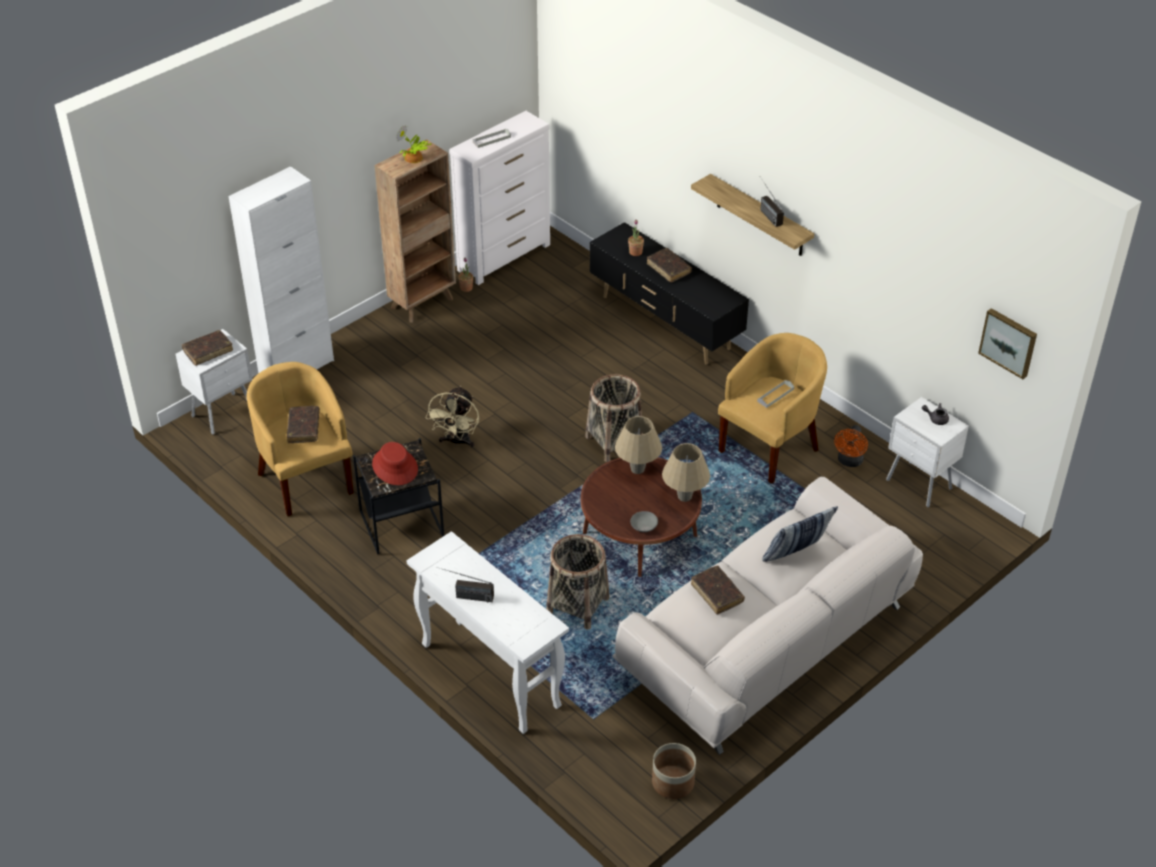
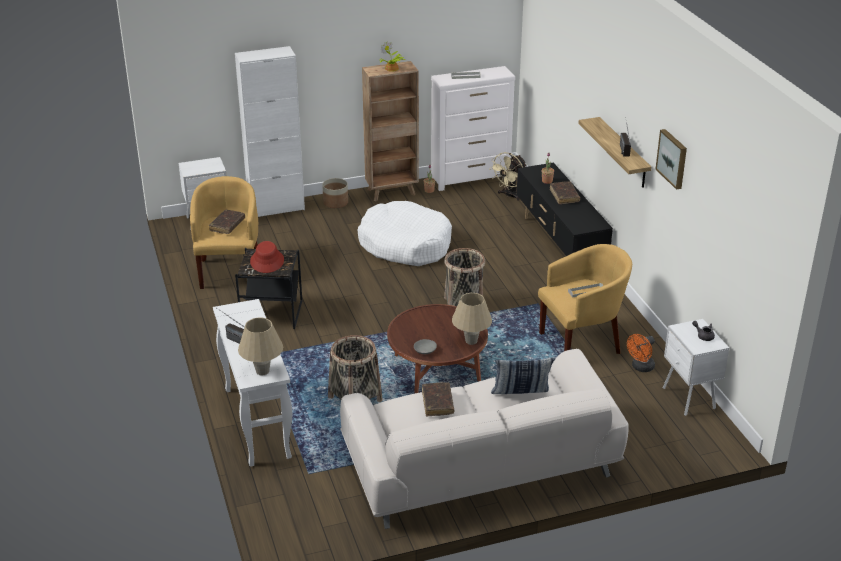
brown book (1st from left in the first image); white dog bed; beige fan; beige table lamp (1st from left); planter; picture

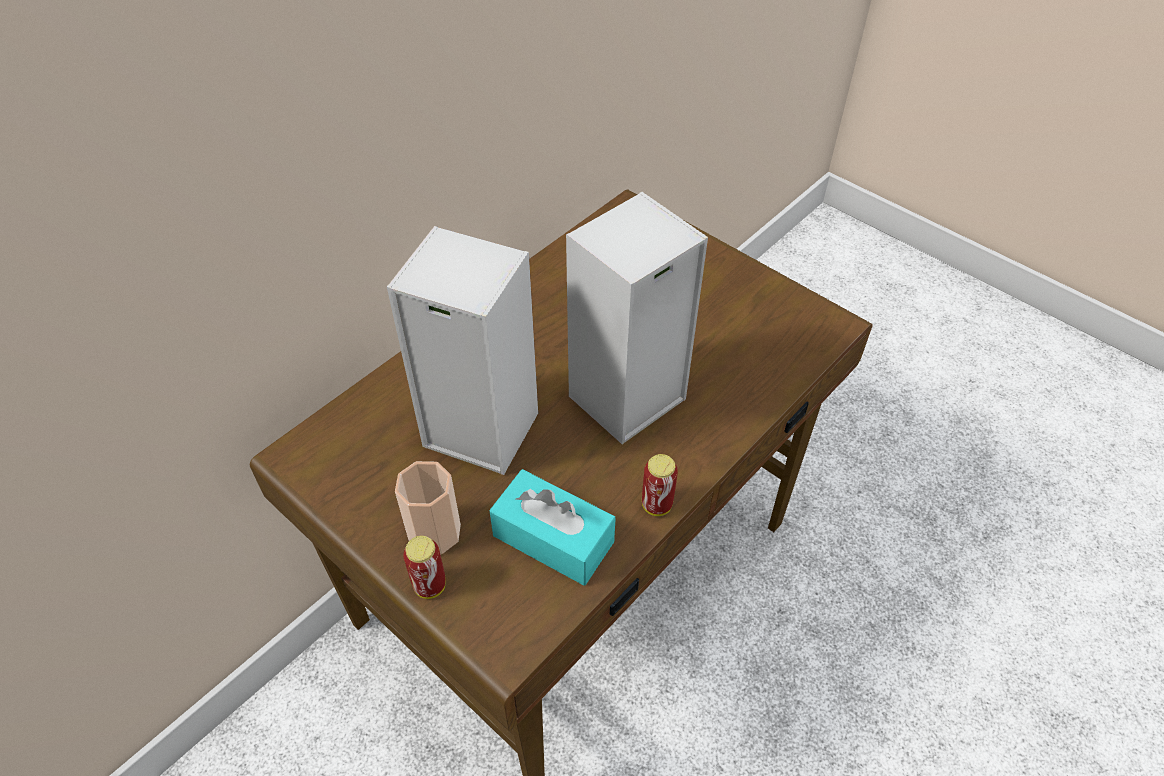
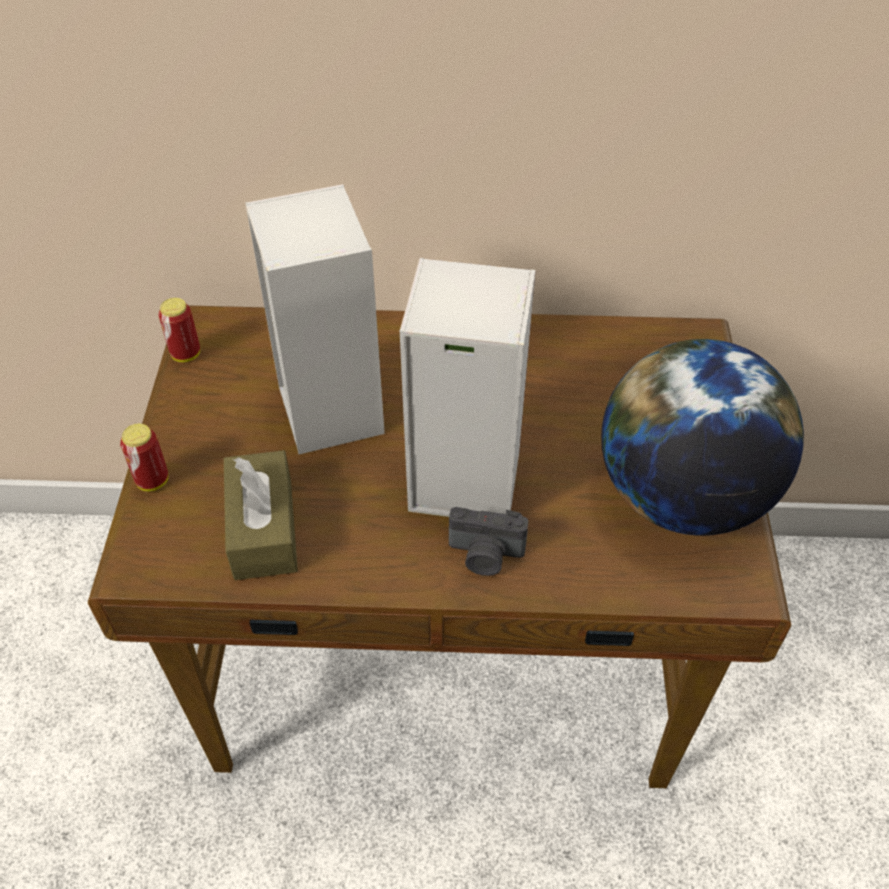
cup; photo camera; globe; can (2nd from left); brown tissue box

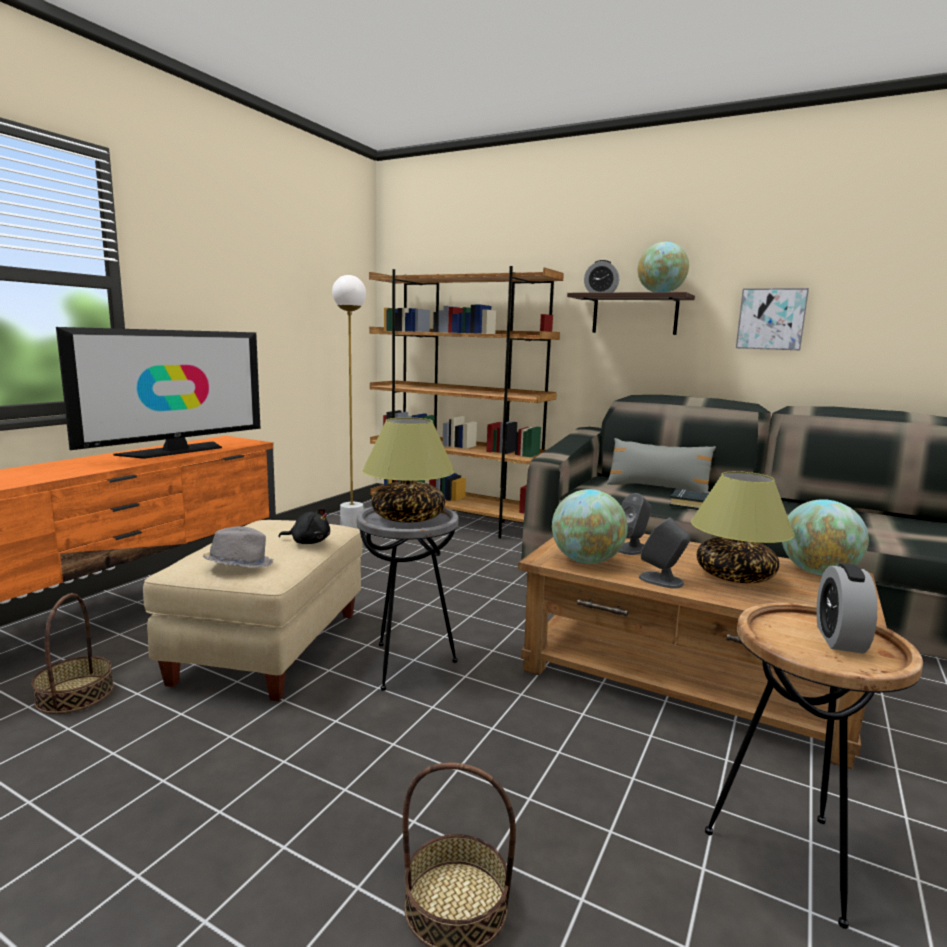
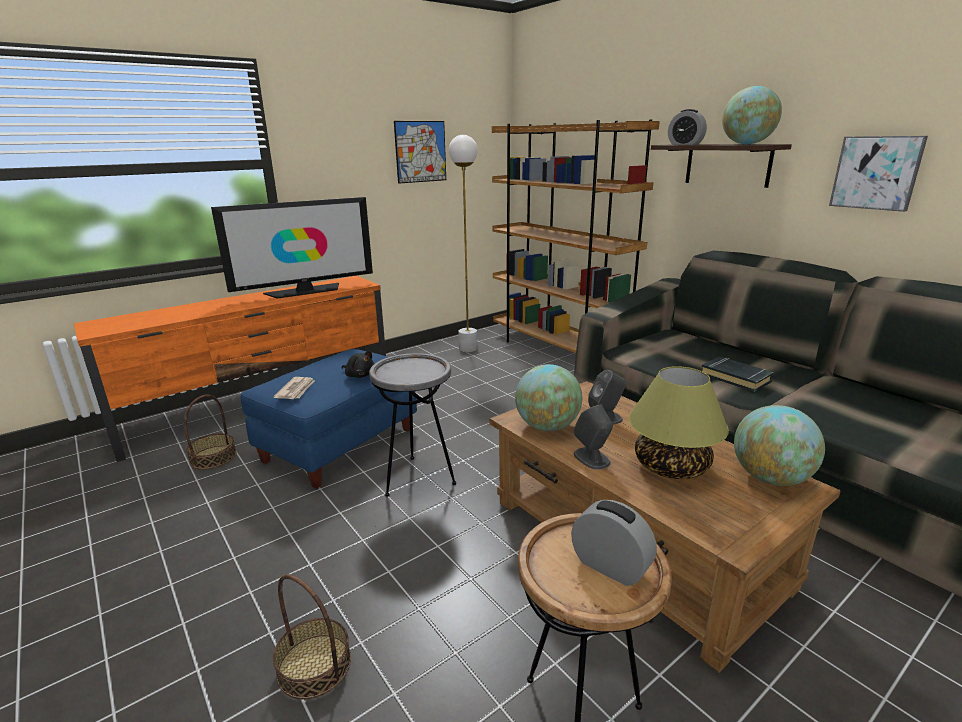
table lamp (1st from left in the first image); grey pillow; picture (1st from left); newspaper; blue ottoman; alarm clock (1st from left)

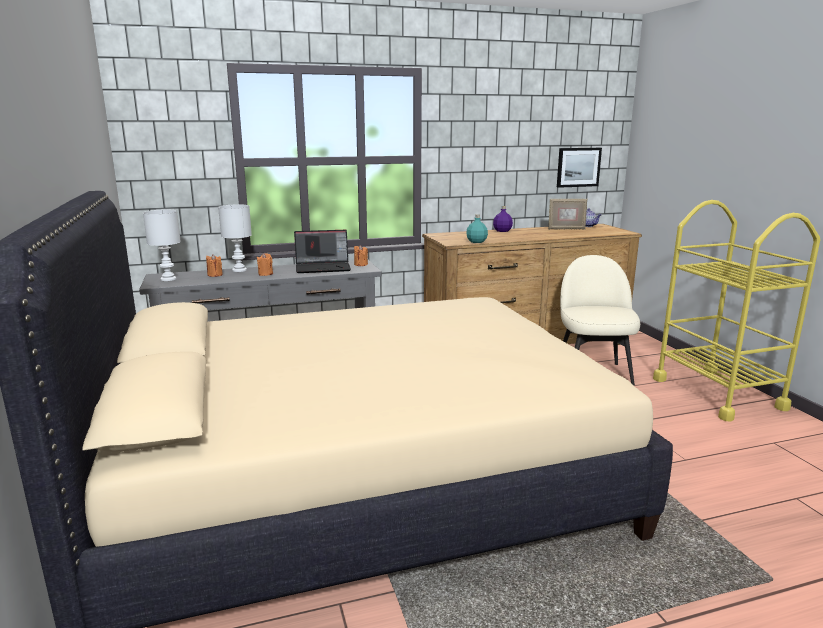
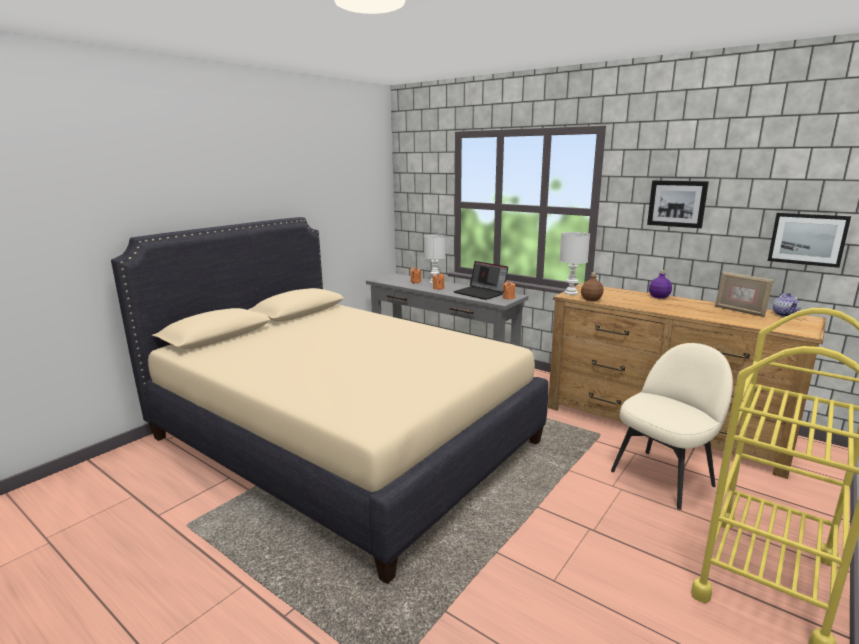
picture (1st from left); white table lamp (2nd from left); brown bottle

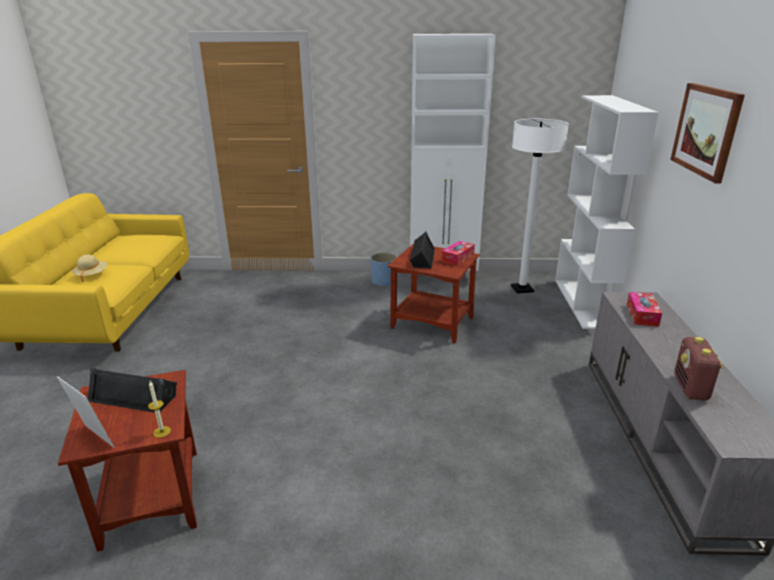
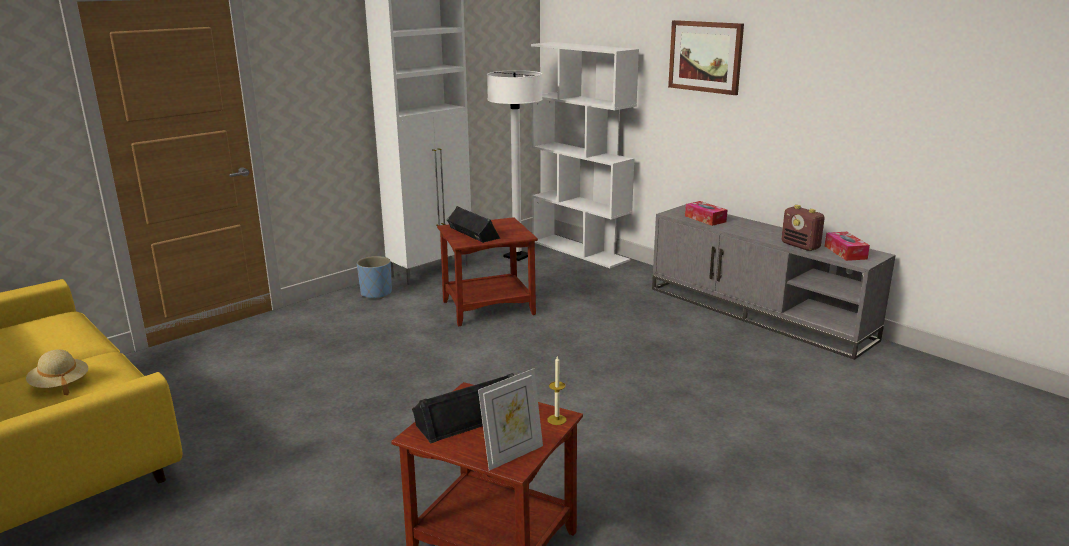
tissue box (2nd from left); picture frame

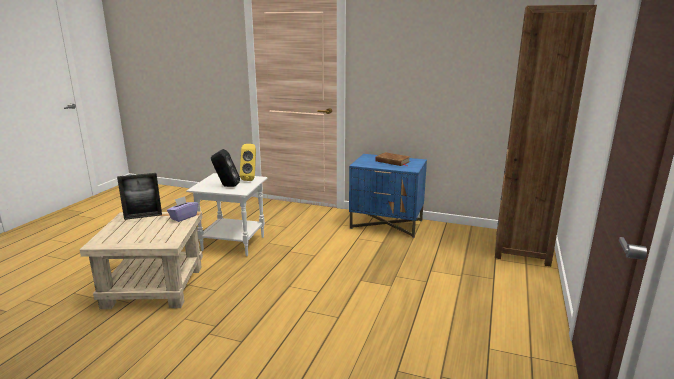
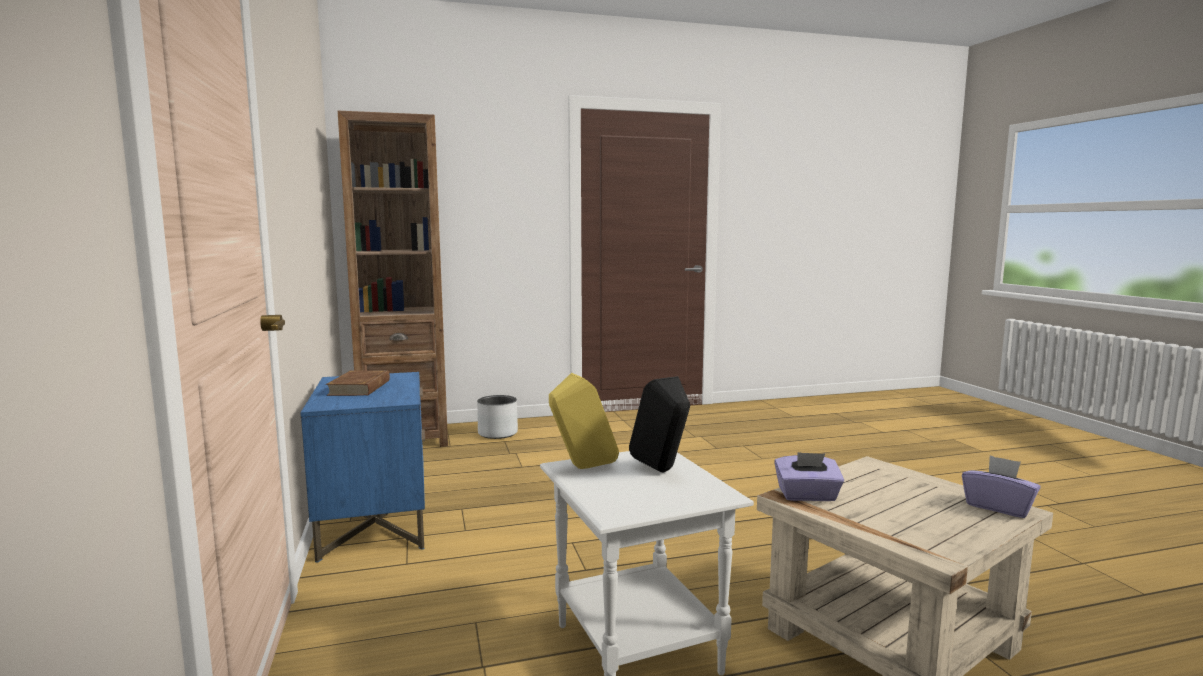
picture frame; grey planter; purple tissue box (2nd from left)

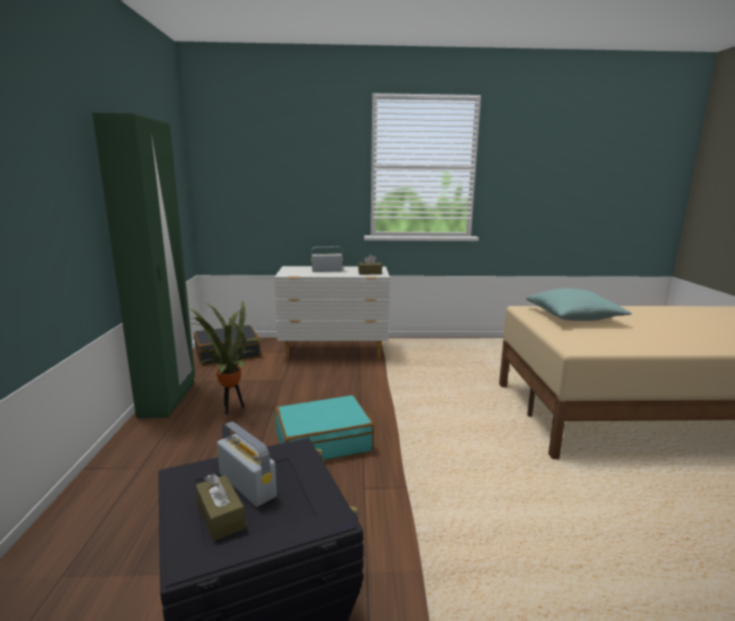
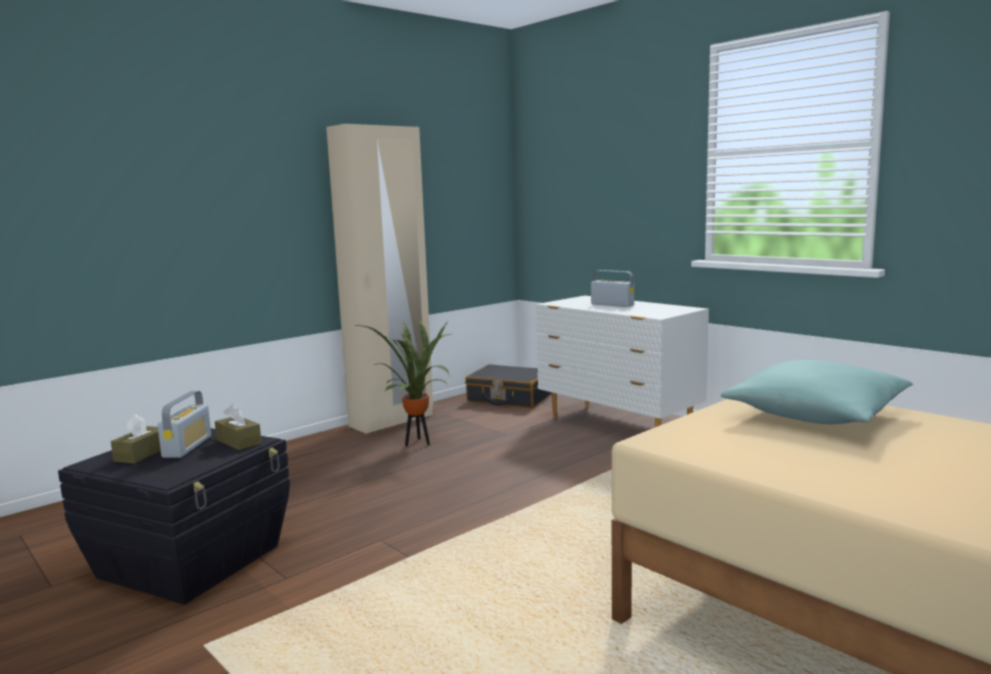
turquoise suitcase; brown tissue box (2nd from left); beige wardrobe

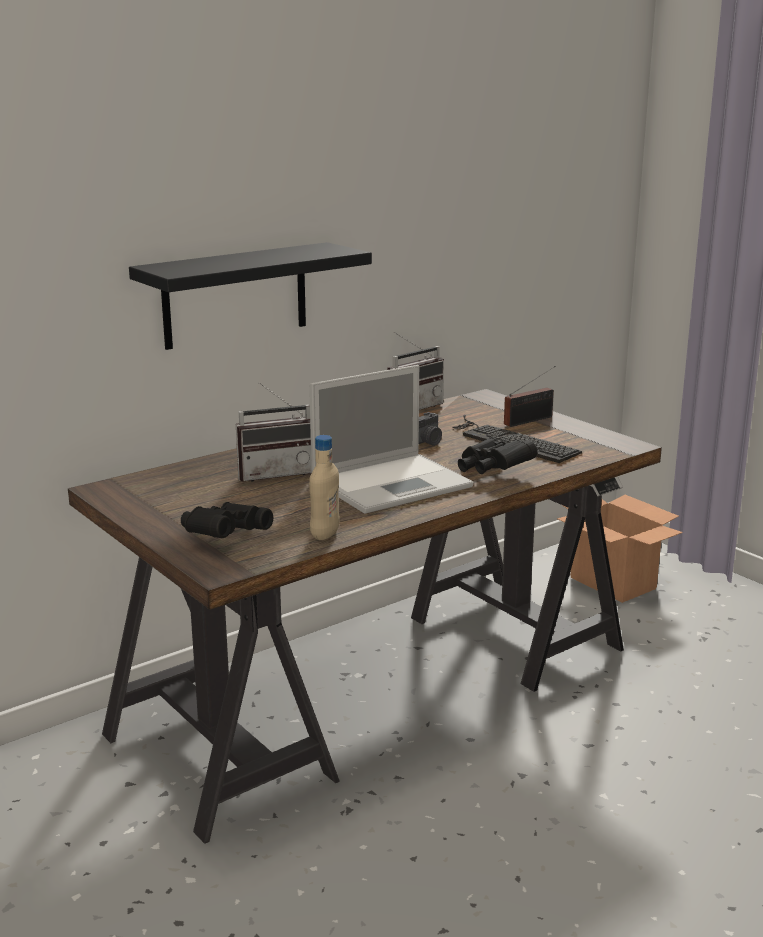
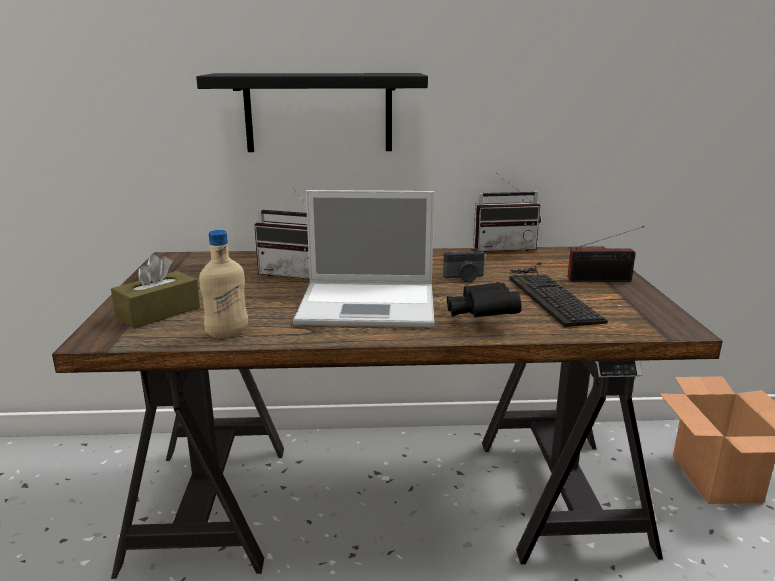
brown tissue box

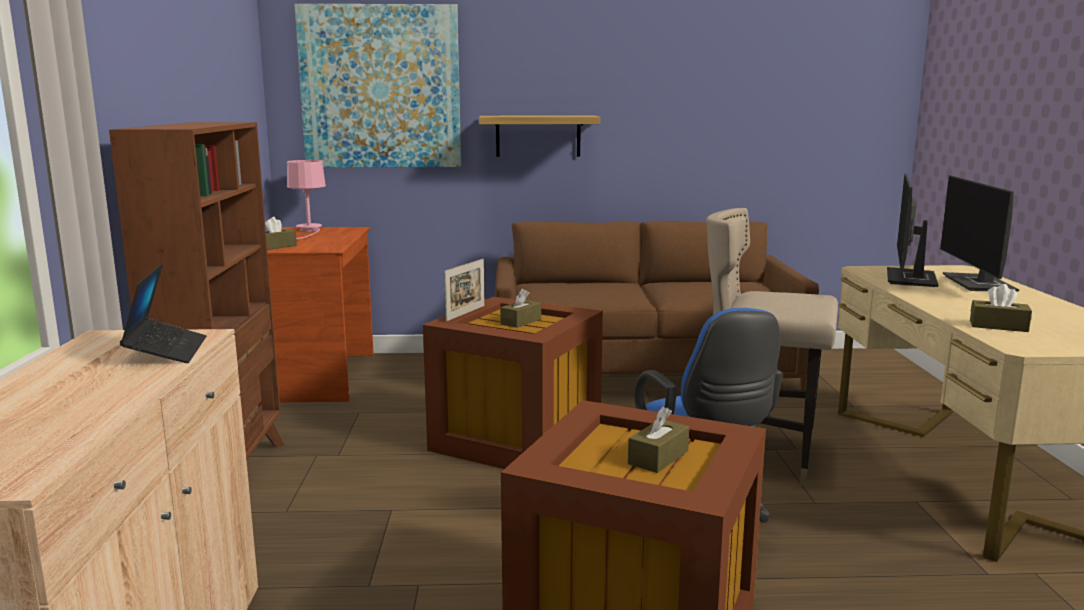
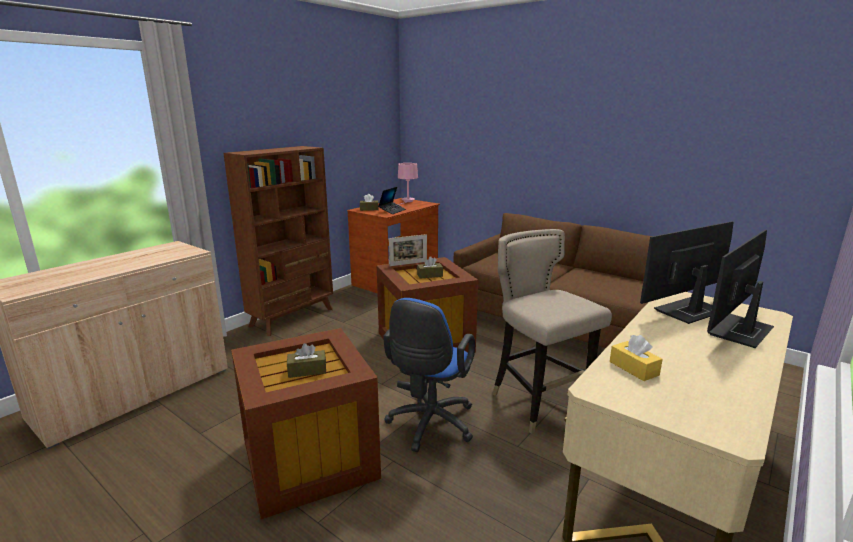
picture; shelf; laptop; yellow tissue box

